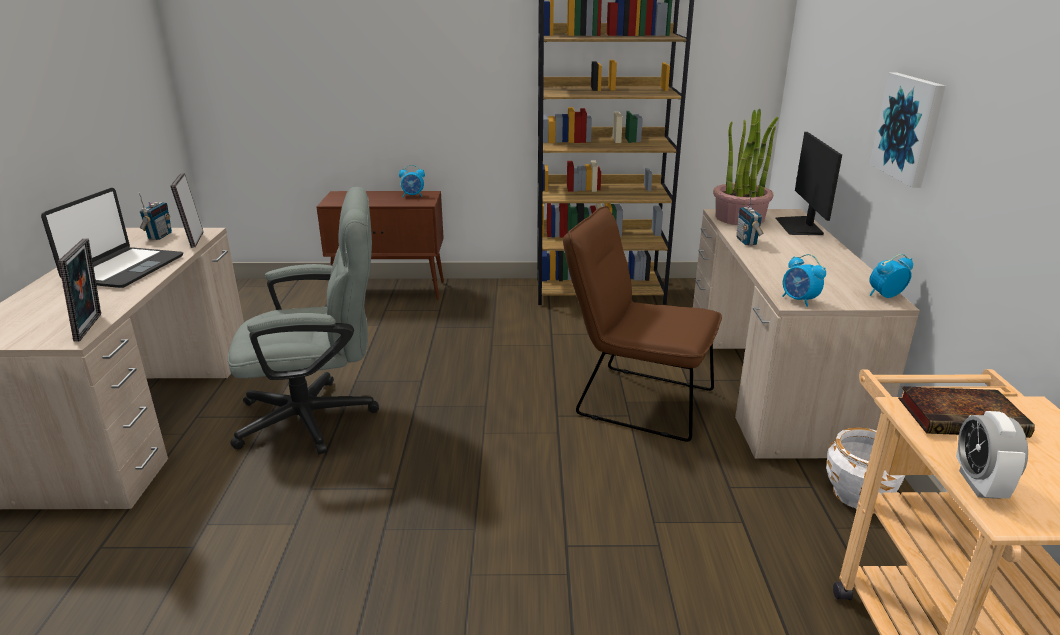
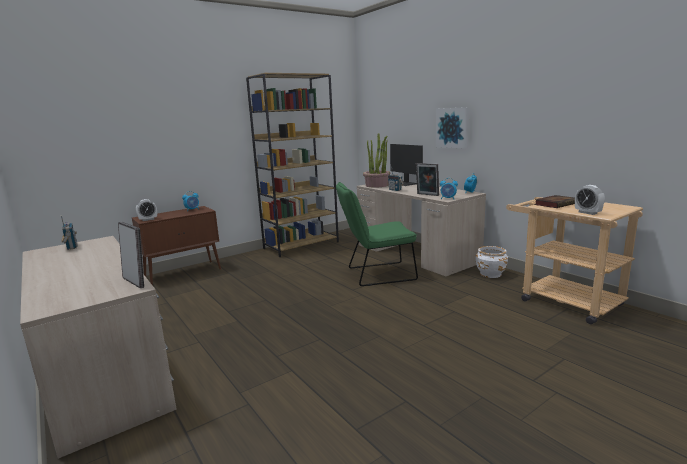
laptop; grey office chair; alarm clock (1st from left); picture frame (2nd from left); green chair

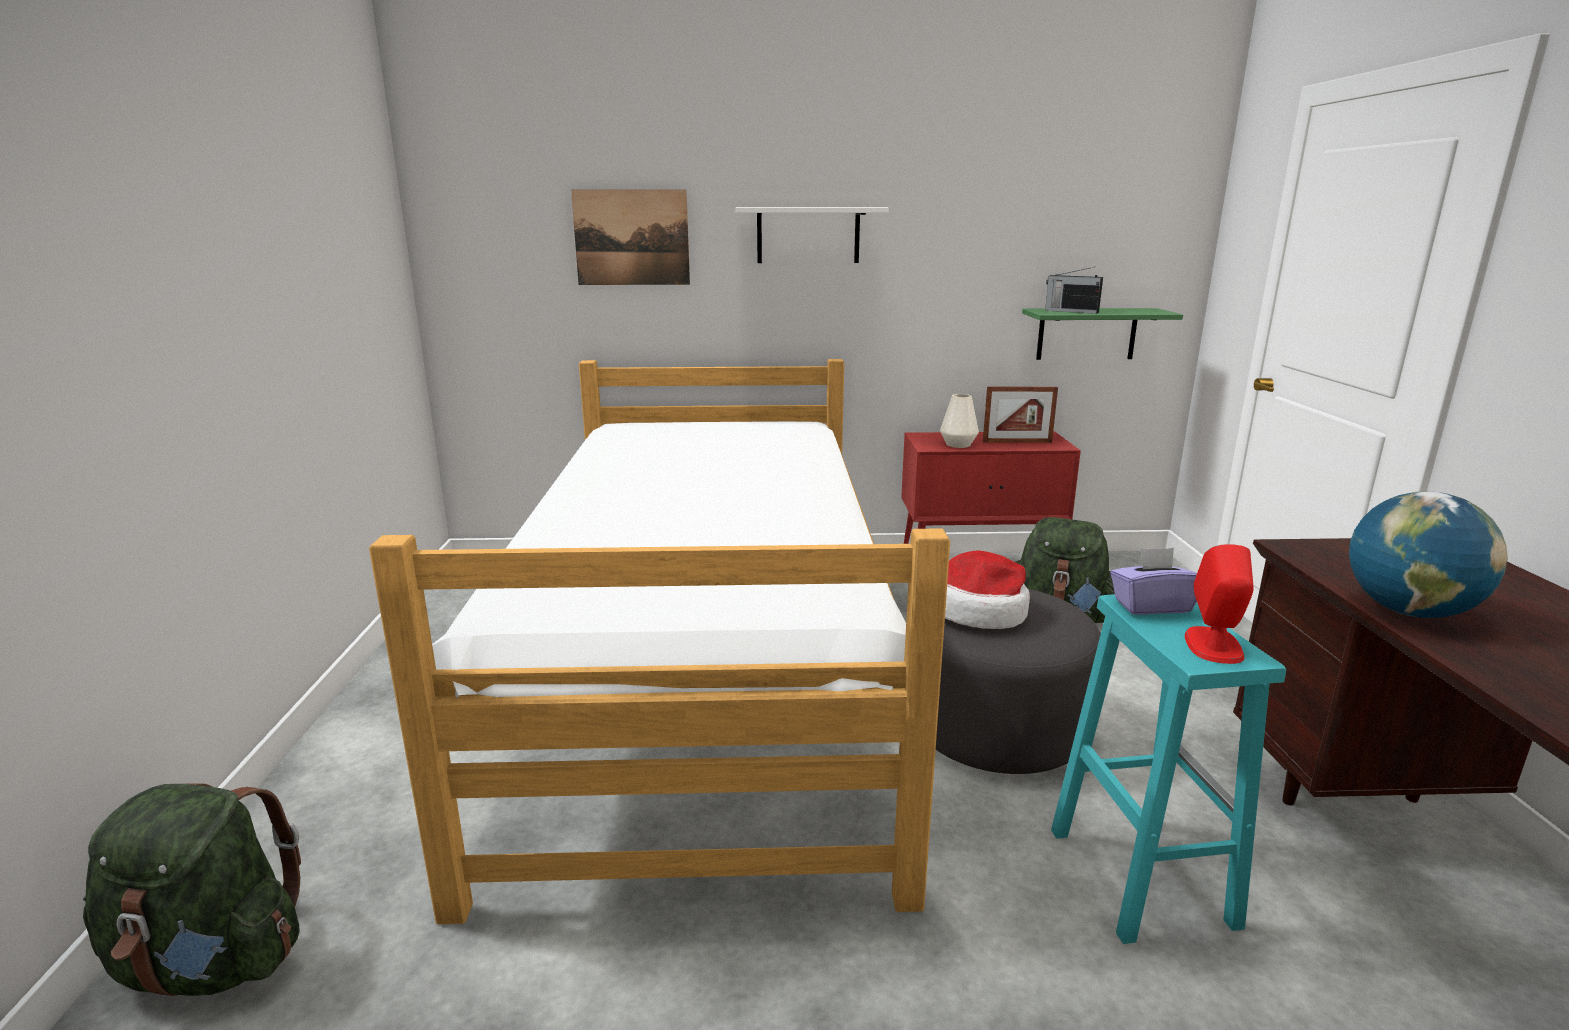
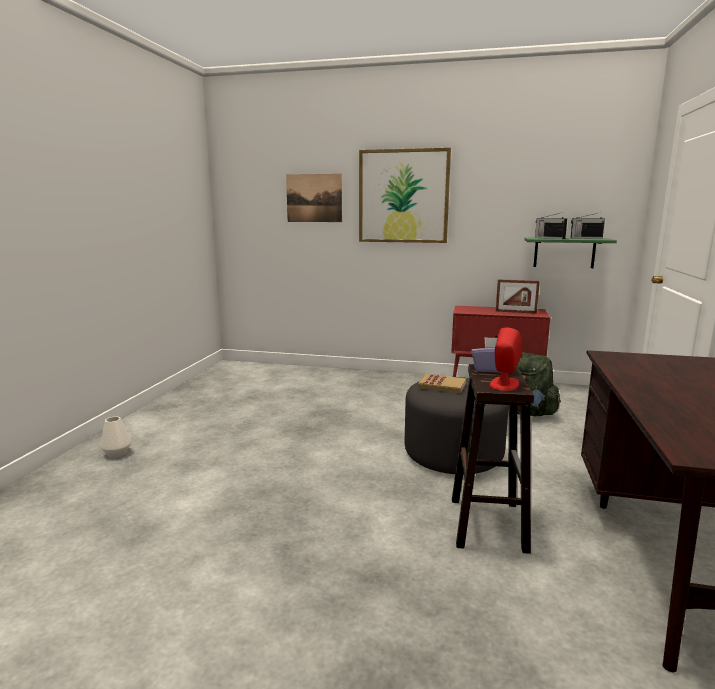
green backpack (1st from left in the first image); bed; globe; radio (2nd from left); white vase; picture (2nd from left); book; brown stool

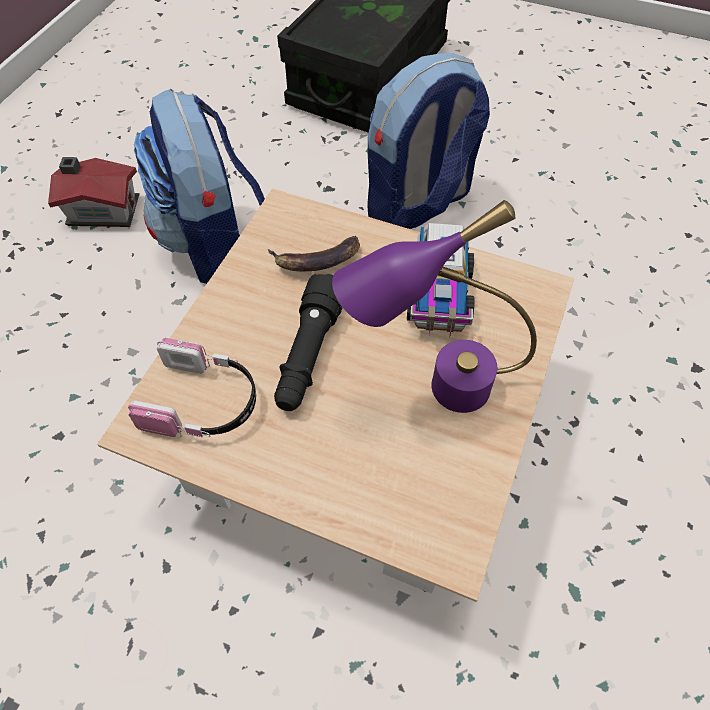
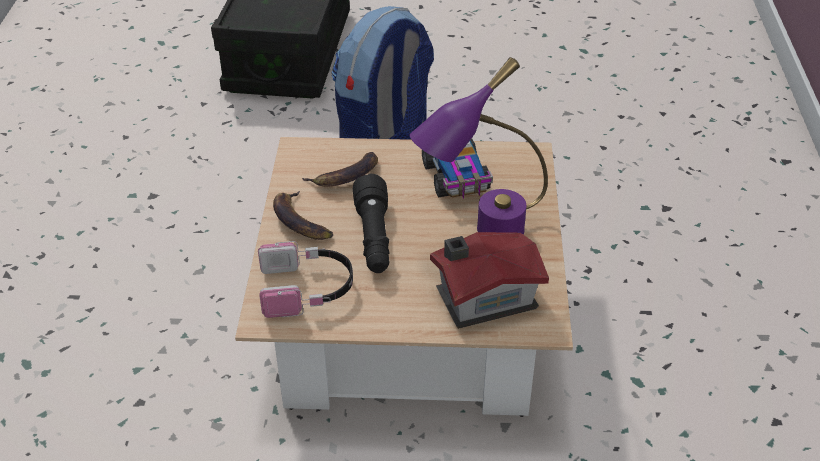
backpack (1st from left in the first image); banana (1st from left); toy house

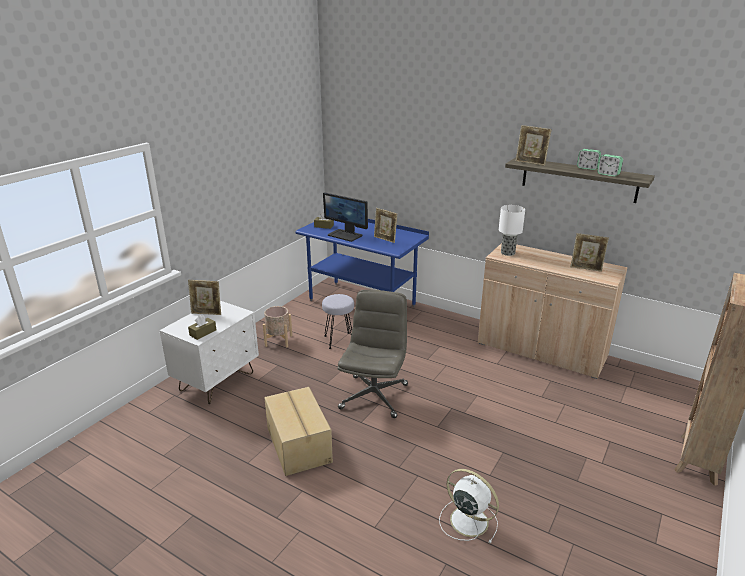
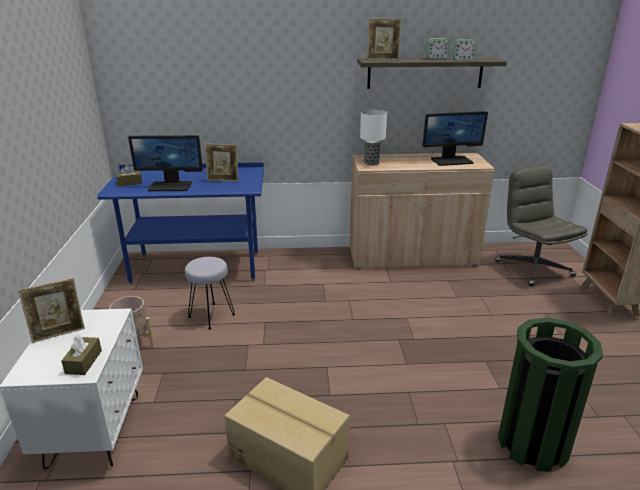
grey office chair; green trash can; monitor (2nd from left)

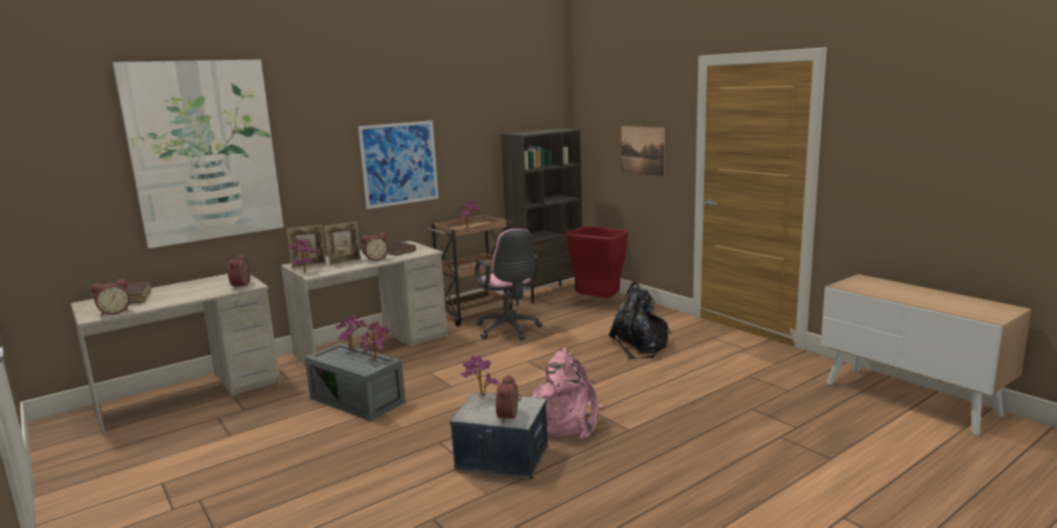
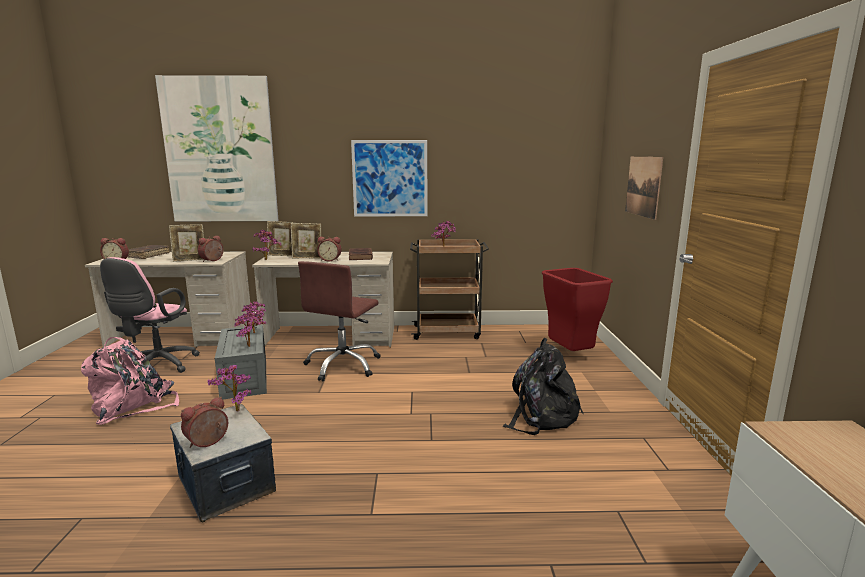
brown bookcase; picture frame (1st from left); brown office chair; pink office chair; pink backpack

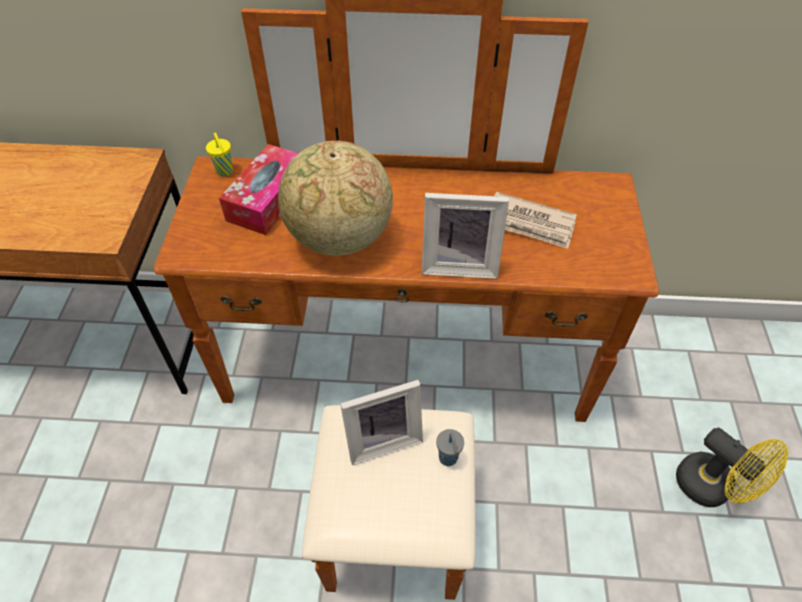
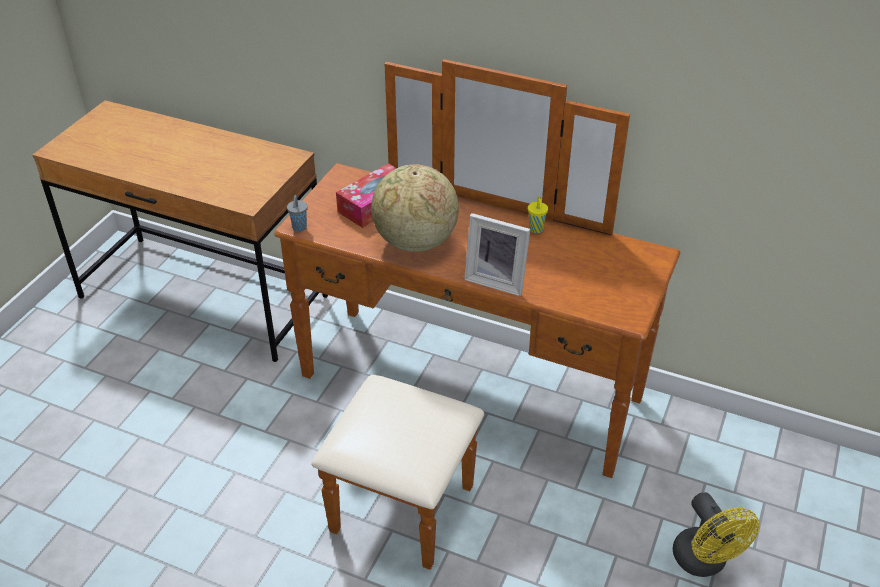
picture frame (1st from left in the first image); newspaper; yellow cup; grey cup

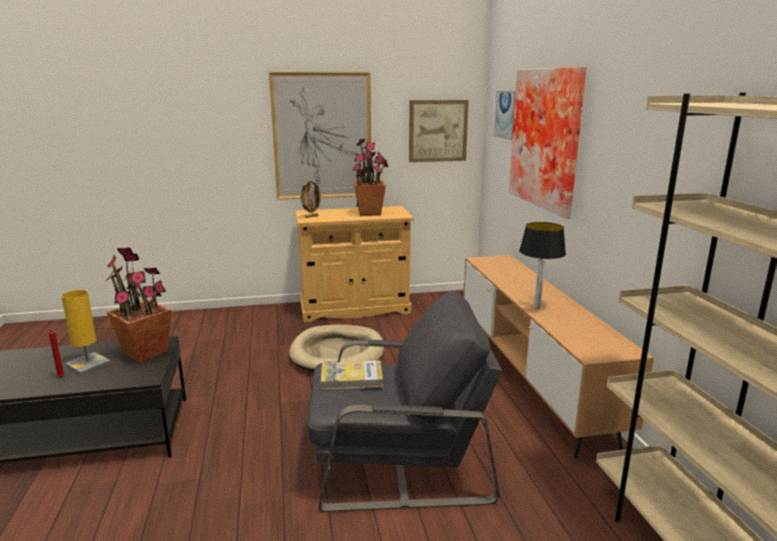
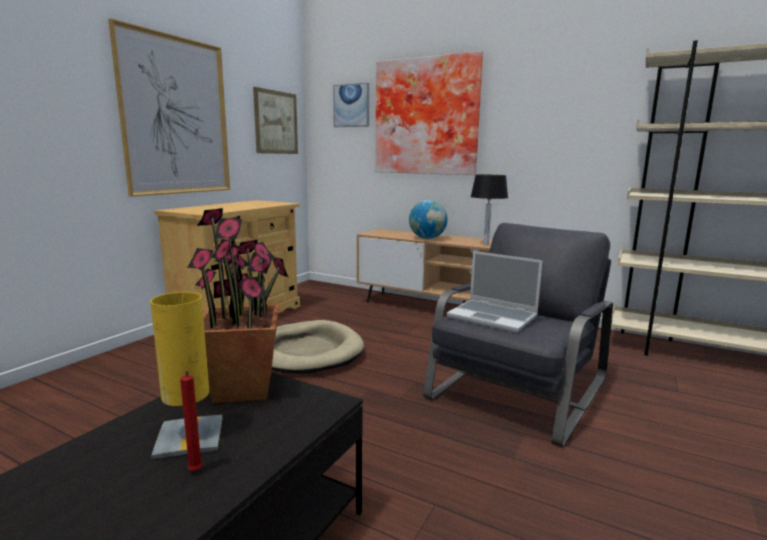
picture frame; potted plant (2nd from left in the first image); globe; laptop

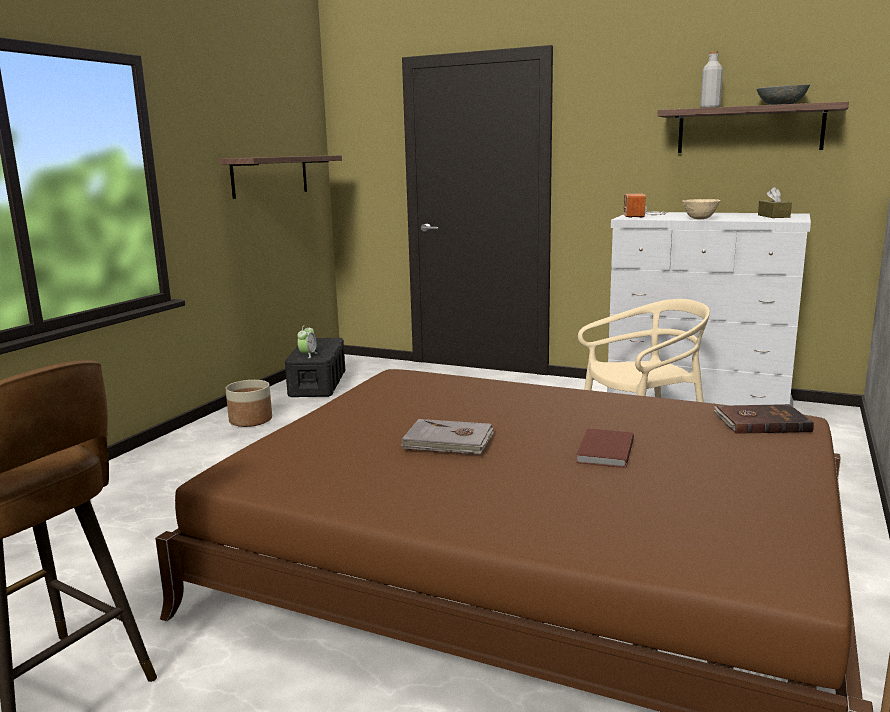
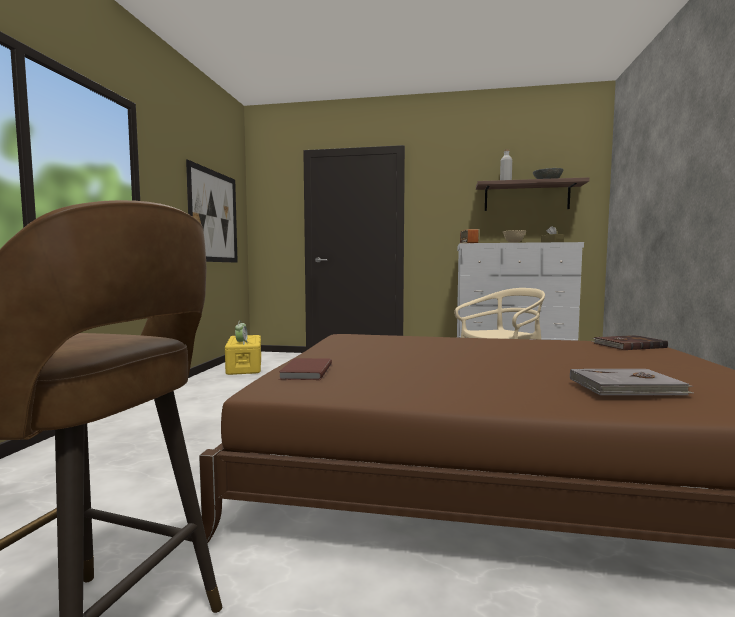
planter; grey book; brown book (1st from left); picture; yellow storage box

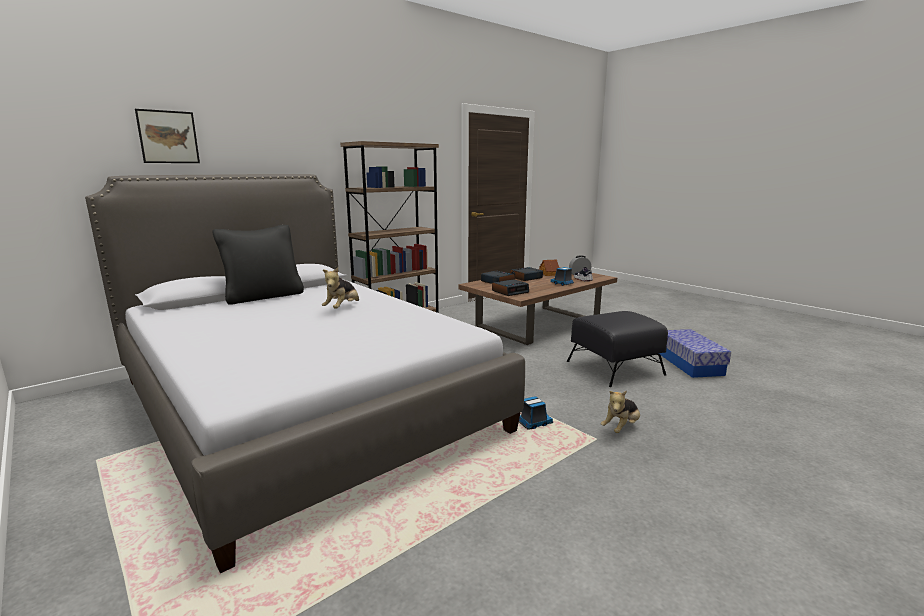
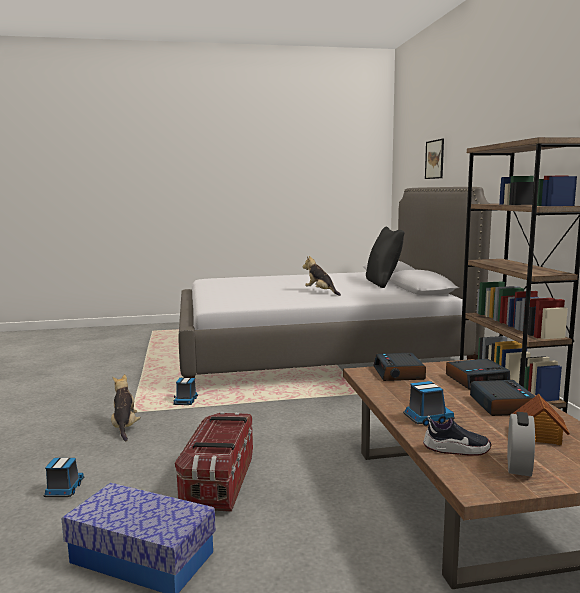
toy truck (1st from left); storage box (2nd from left)

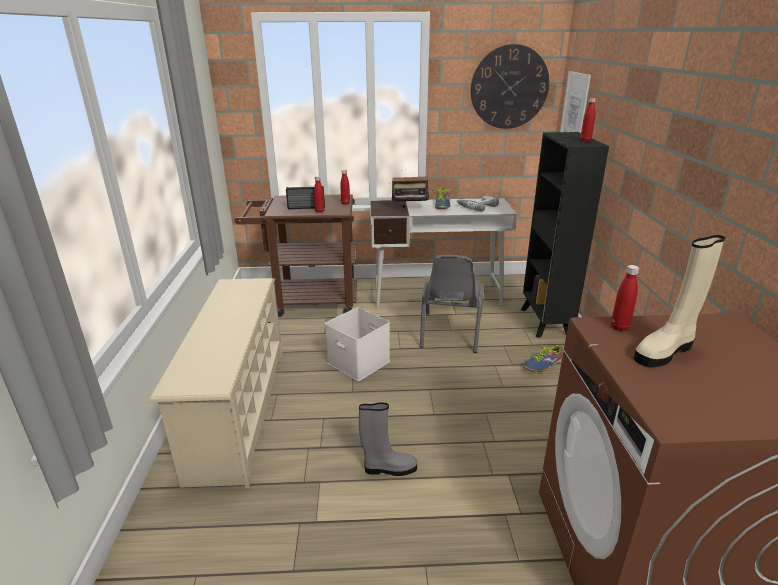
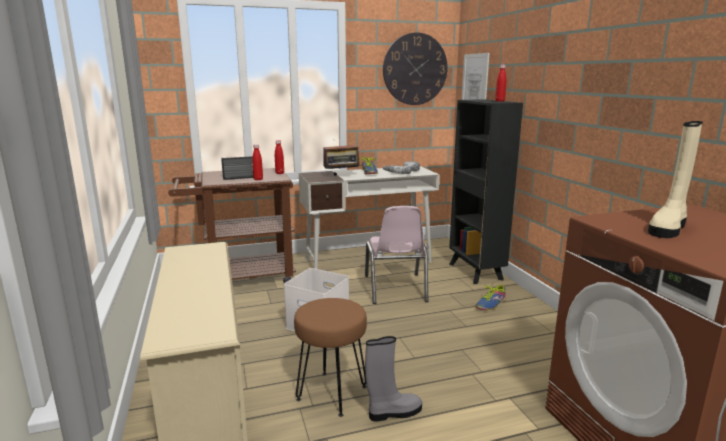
red bottle (4th from left in the first image); brown stool; pink chair

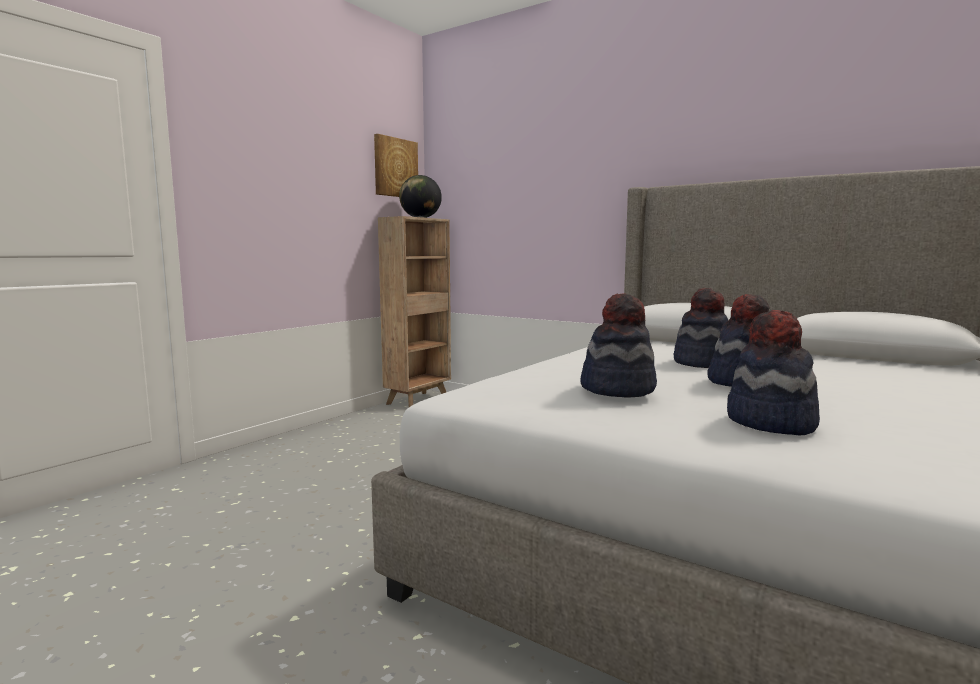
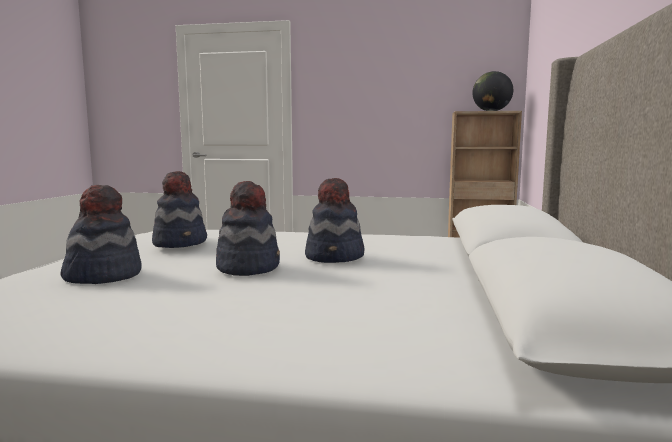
picture

